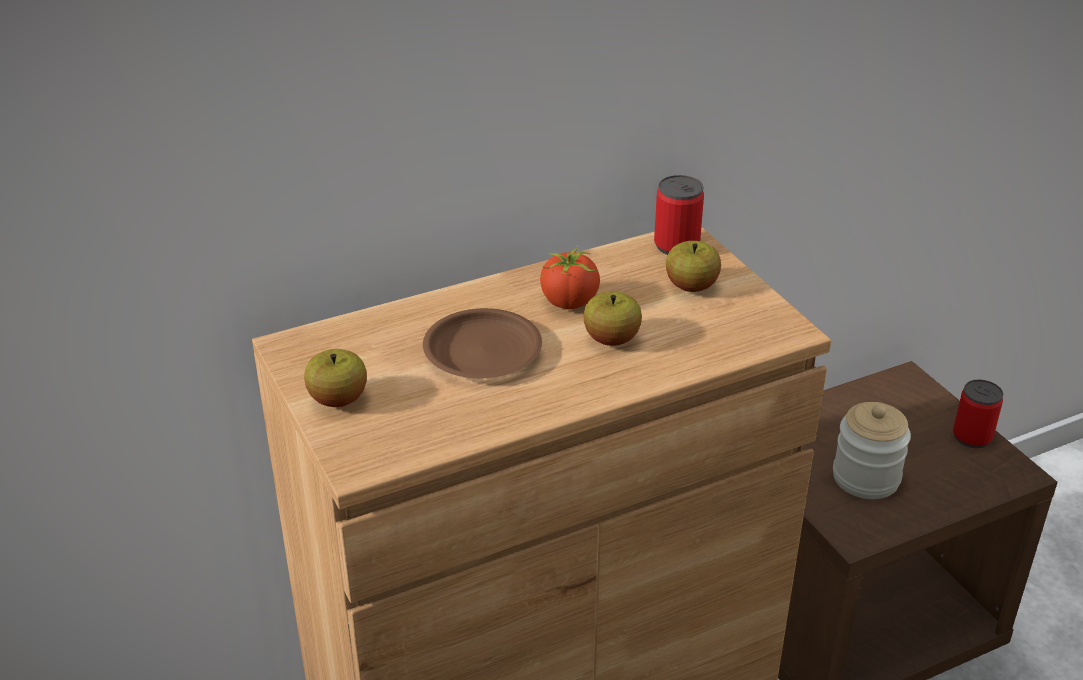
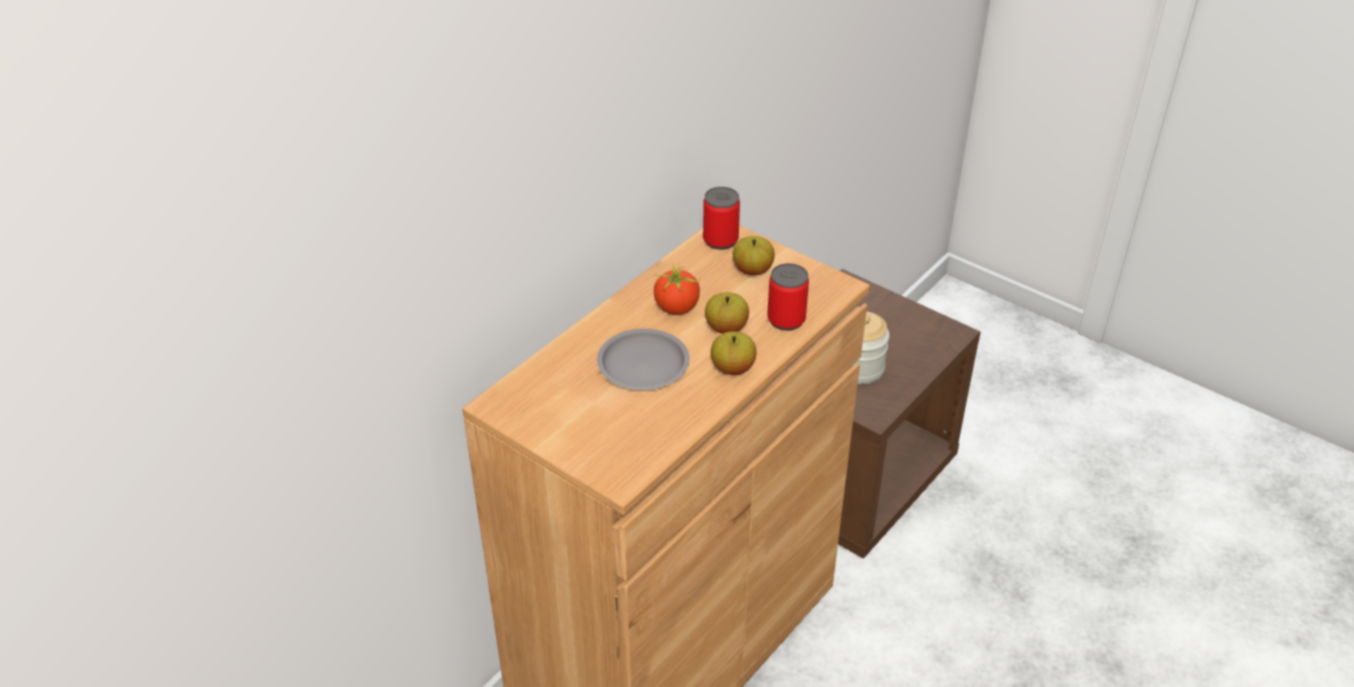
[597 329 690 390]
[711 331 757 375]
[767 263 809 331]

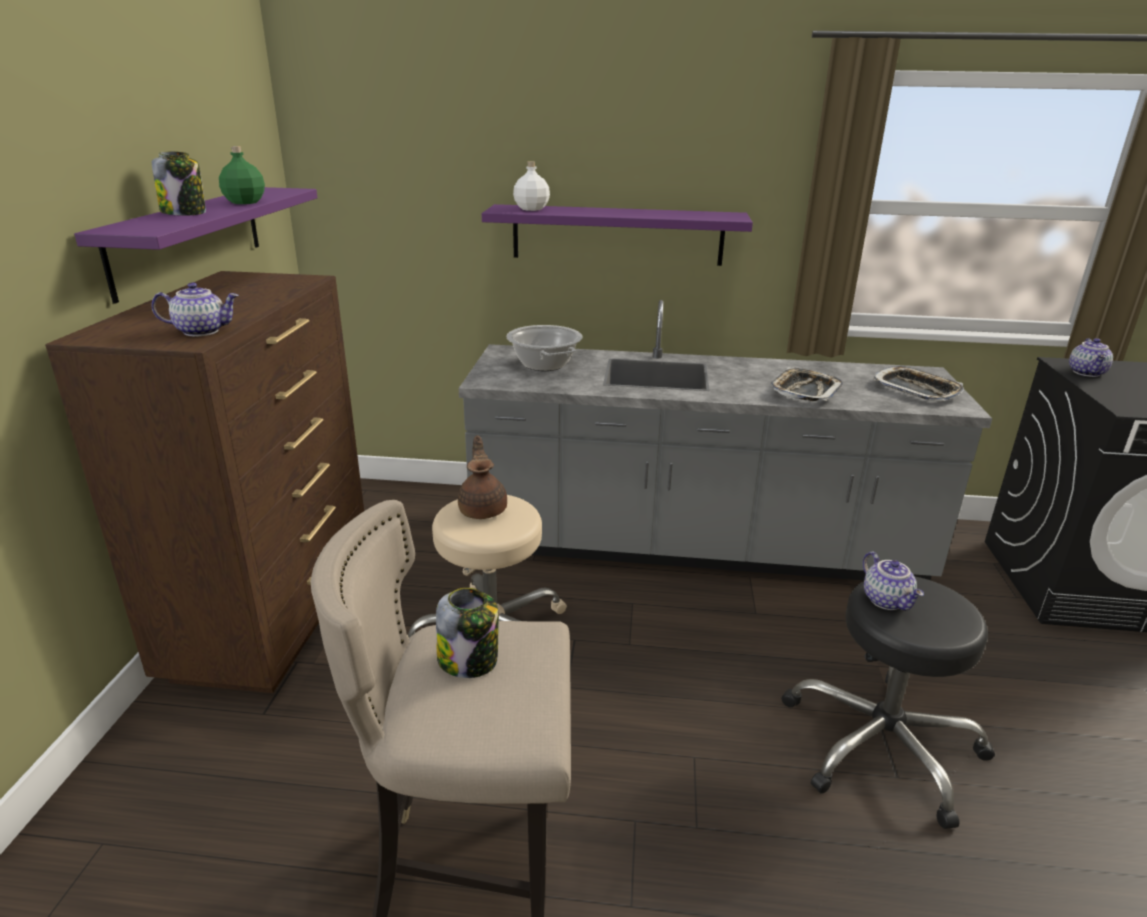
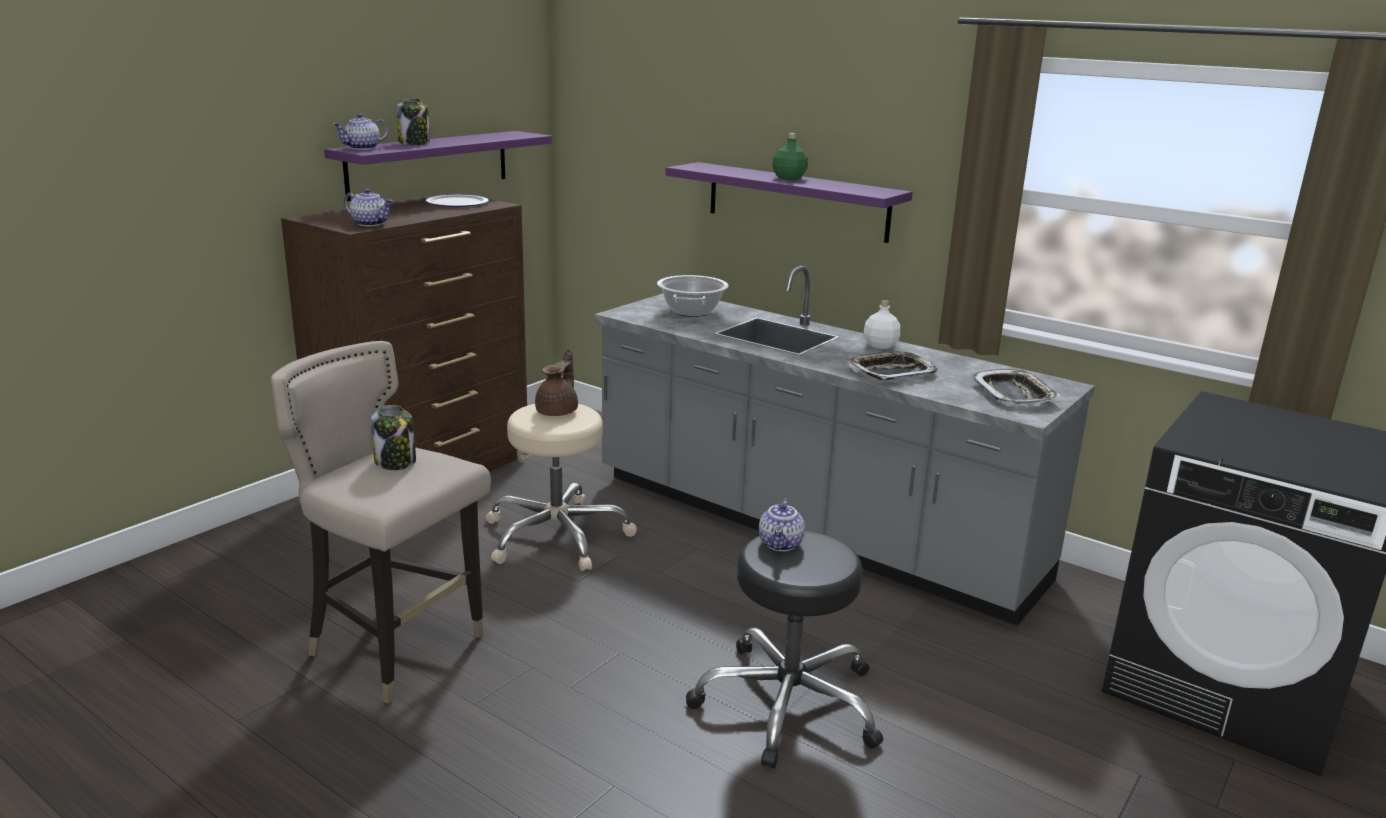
[333 114 388 150]
[426 195 489 207]
[772 133 808 180]
[864 300 900 349]

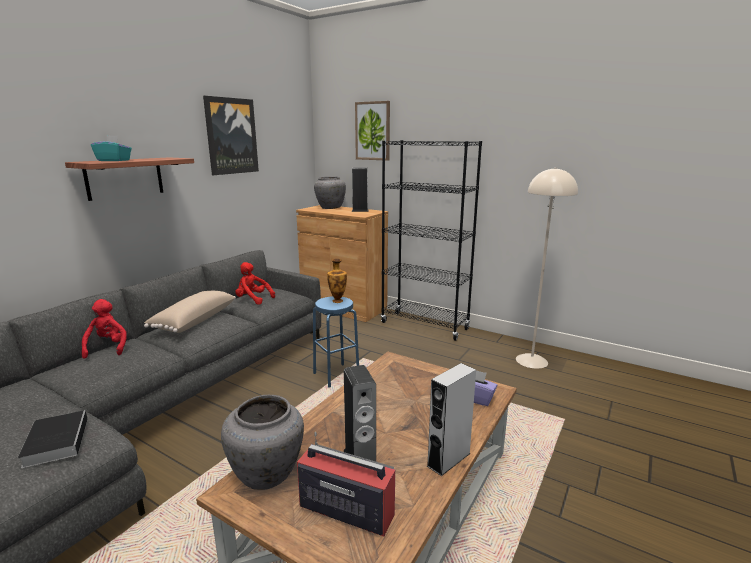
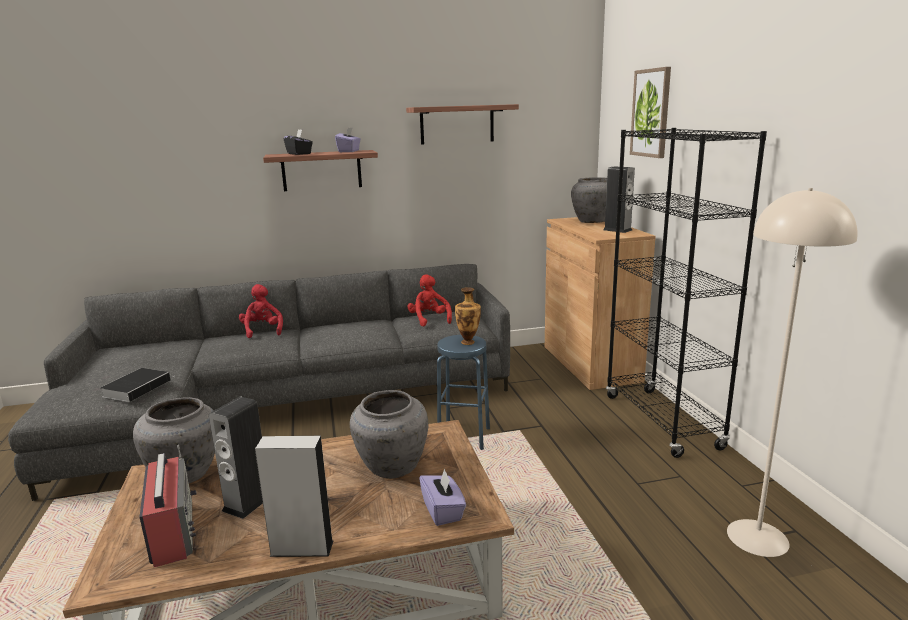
[239 284 283 338]
[284 130 313 155]
[335 127 361 152]
[350 390 428 479]
[406 104 519 145]
[144 291 236 333] (first image)

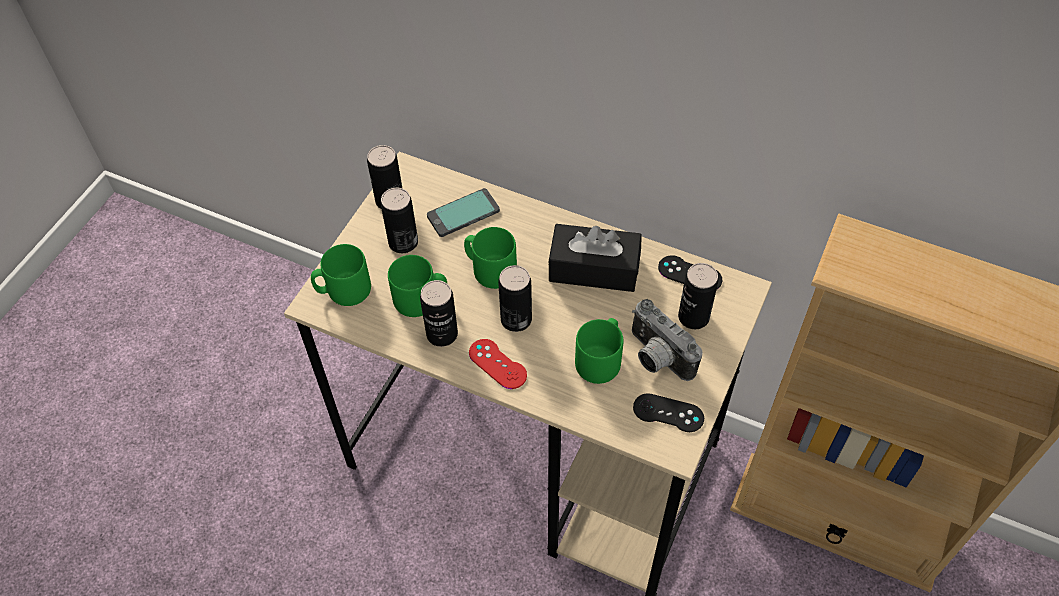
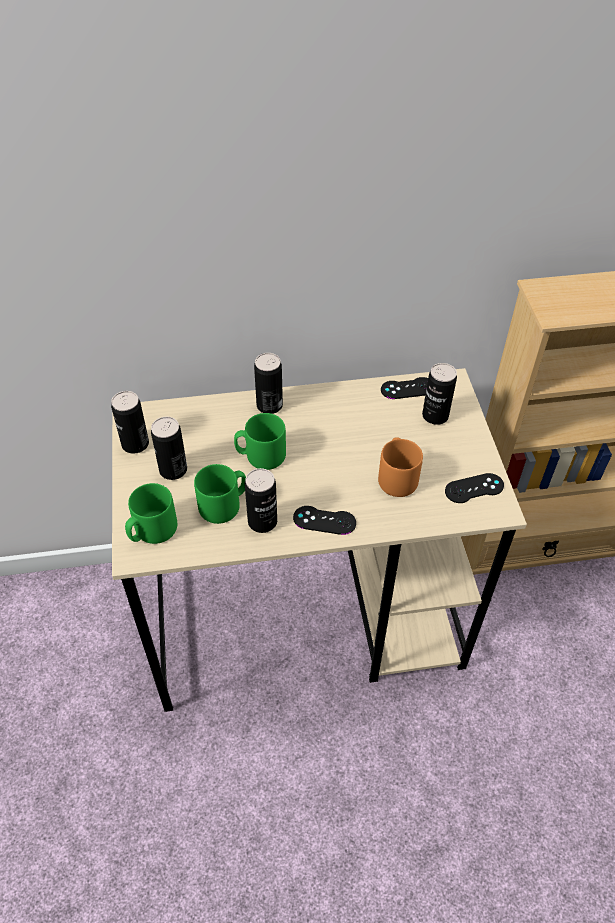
[254 353 283 414]
[293 506 356 535]
[378 437 423 497]
[427 188 500 237] (first image)
[548 224 642 292] (first image)
[632 299 702 381] (first image)

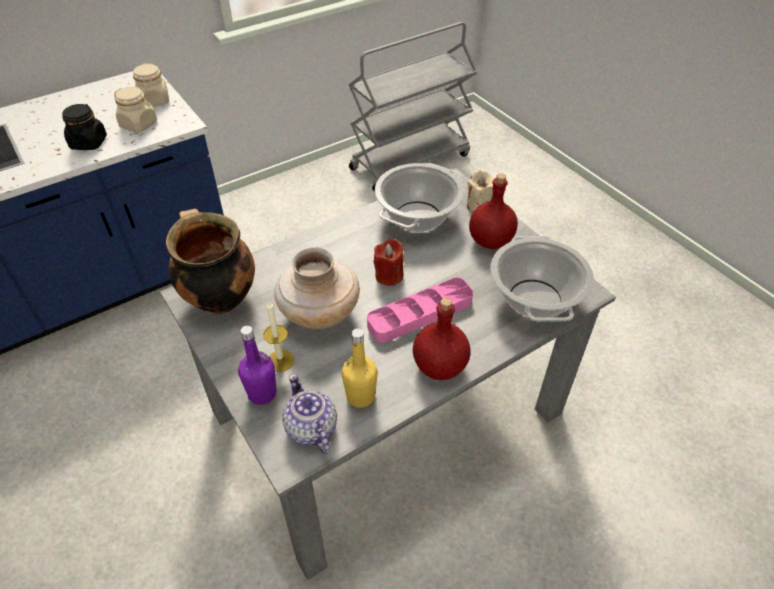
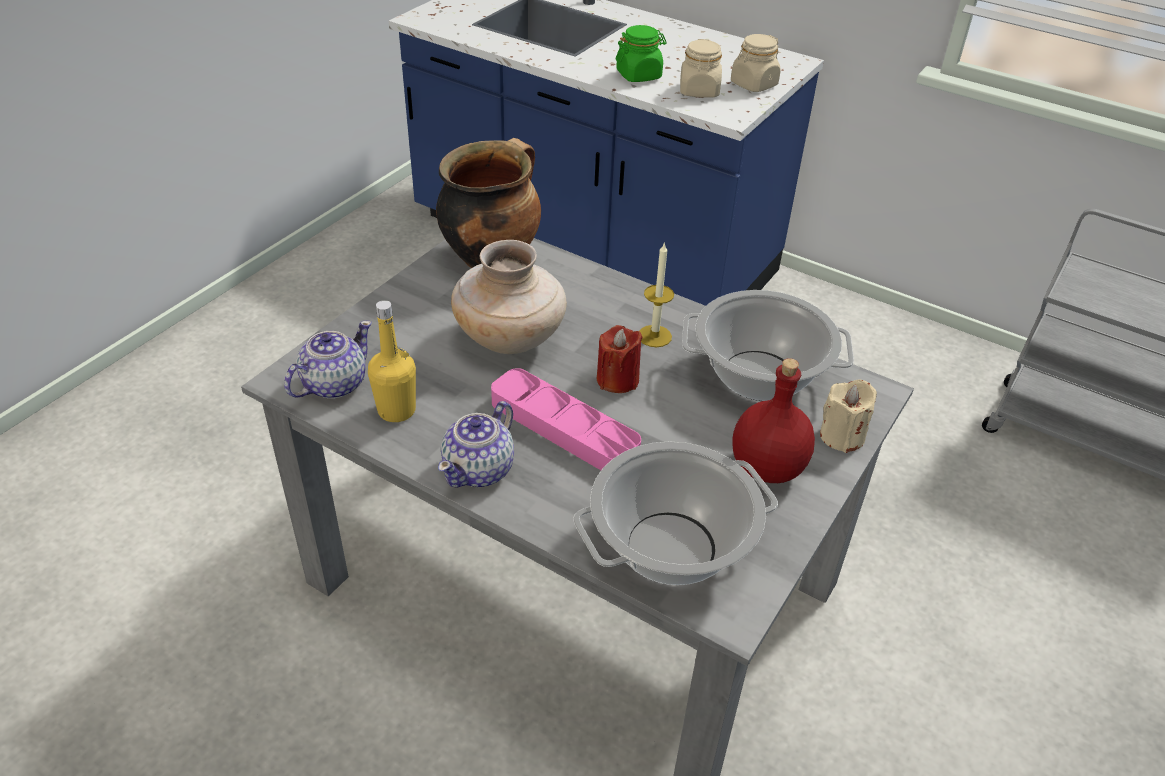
[438 401 514 488]
[616 25 667 82]
[639 242 674 347]
[238 325 276 405] (first image)

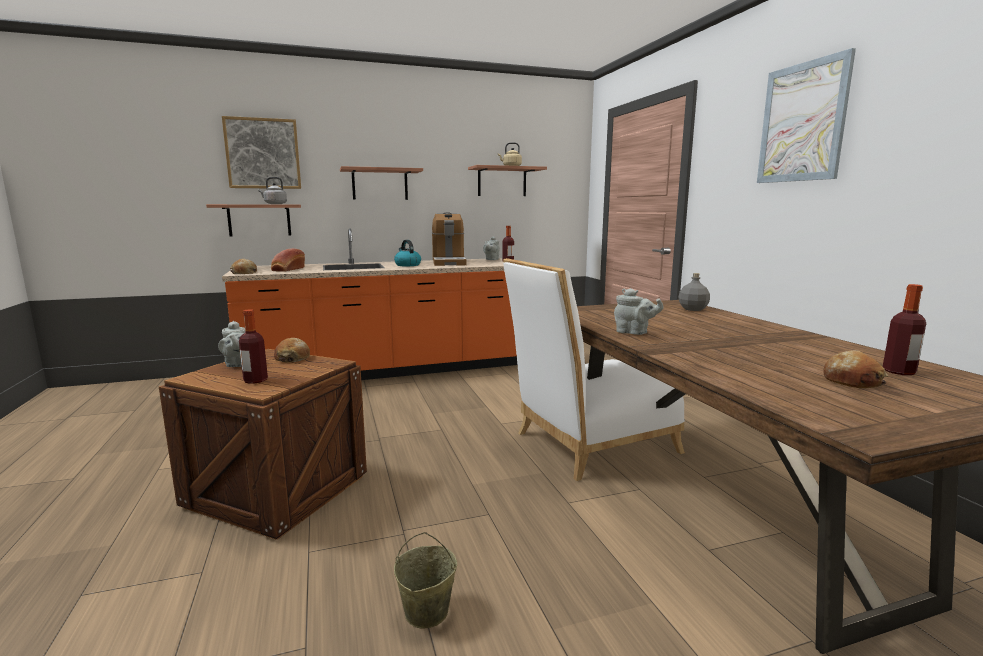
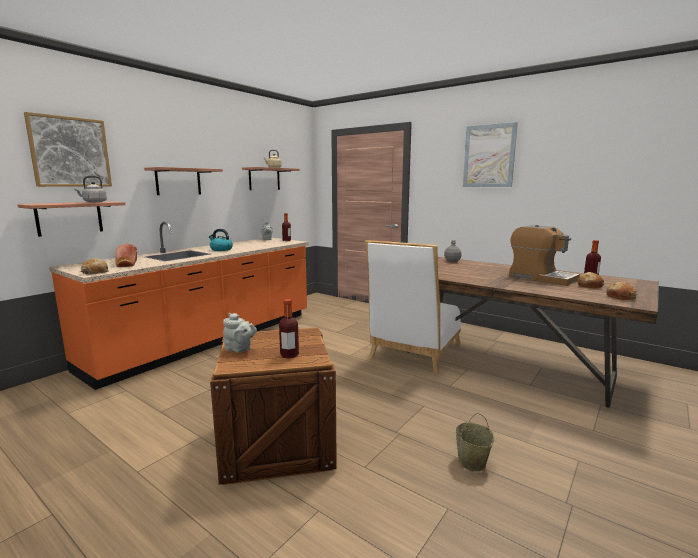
[509 225 580 286]
[606 282 638 300]
[614 288 664 335] (first image)

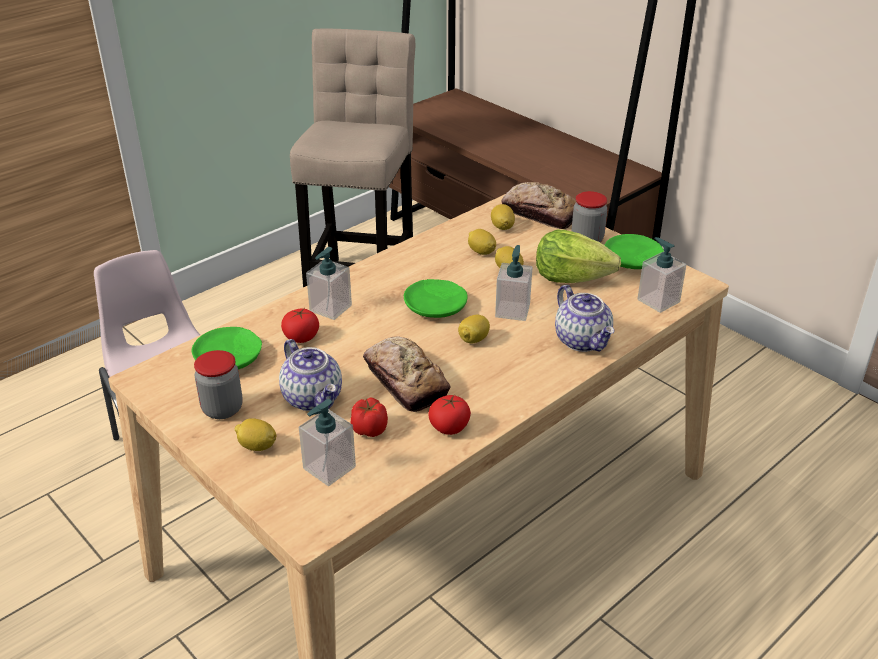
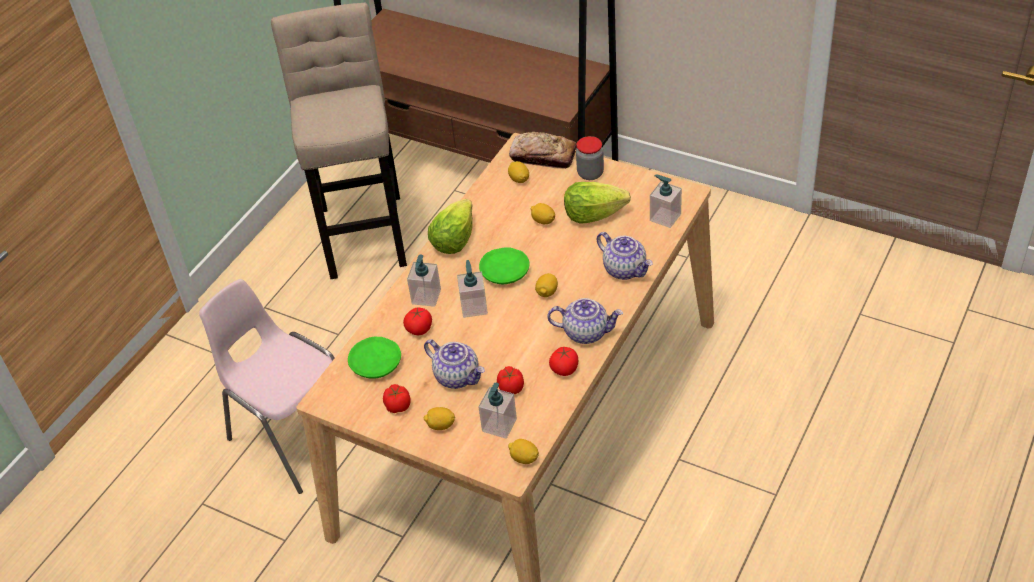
[383 384 411 413]
[428 199 473 254]
[457 260 488 318]
[508 439 539 464]
[547 298 623 344]
[363 336 451 412] (first image)
[605 234 664 269] (first image)

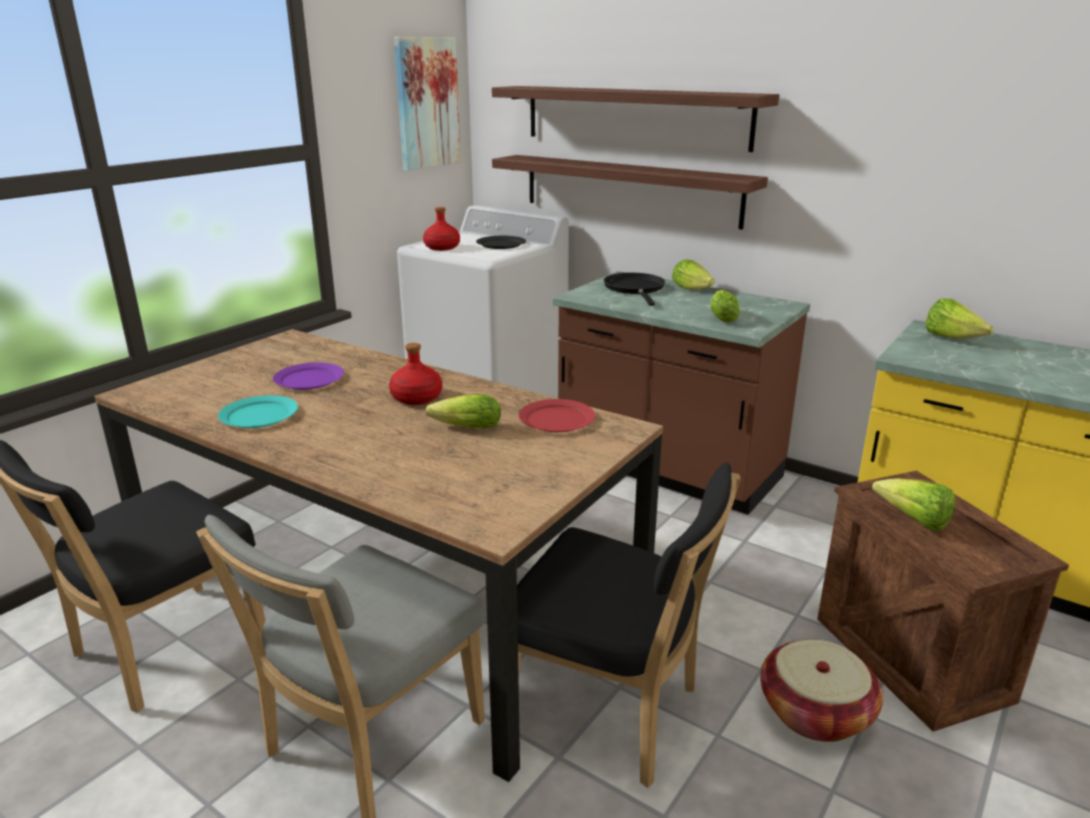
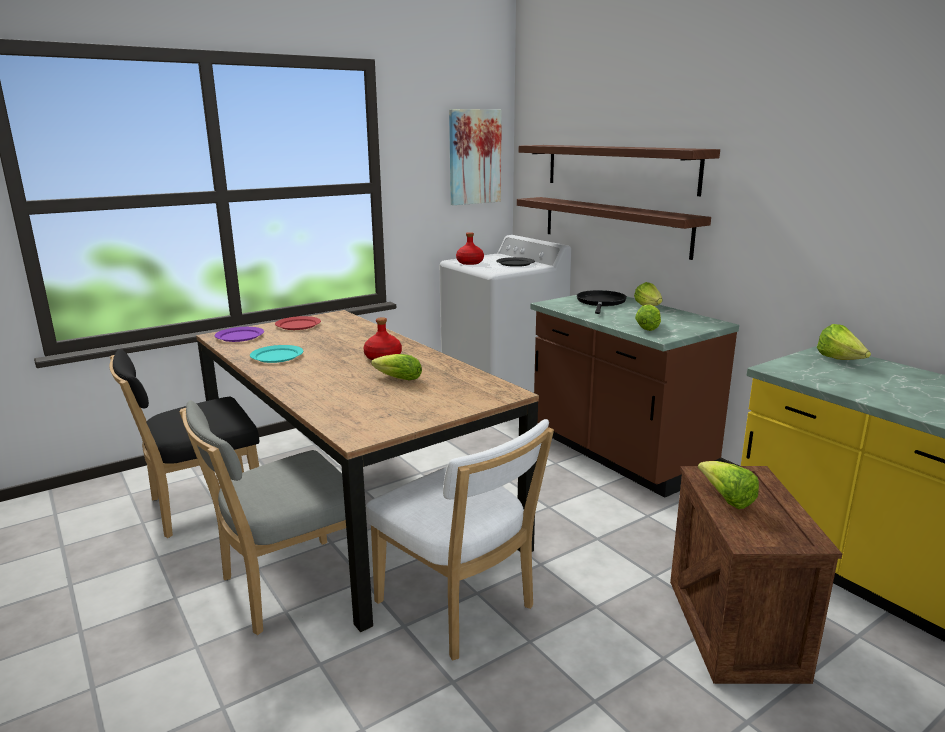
[215 327 264 342]
[275 316 321 330]
[366 419 554 661]
[760 640 883 742] (first image)

